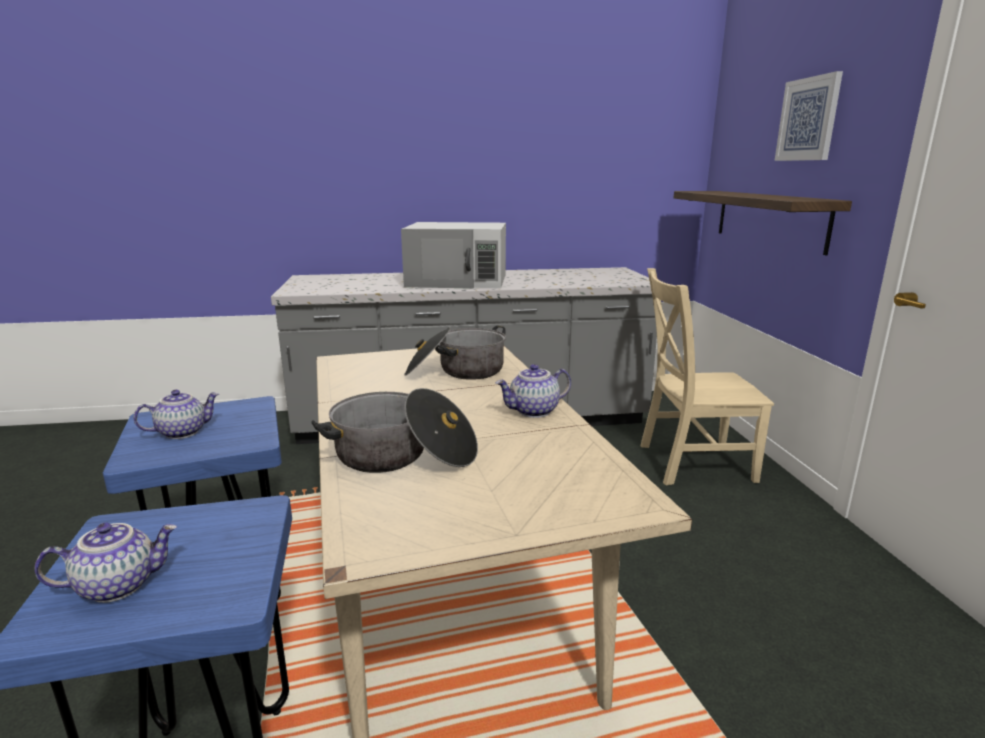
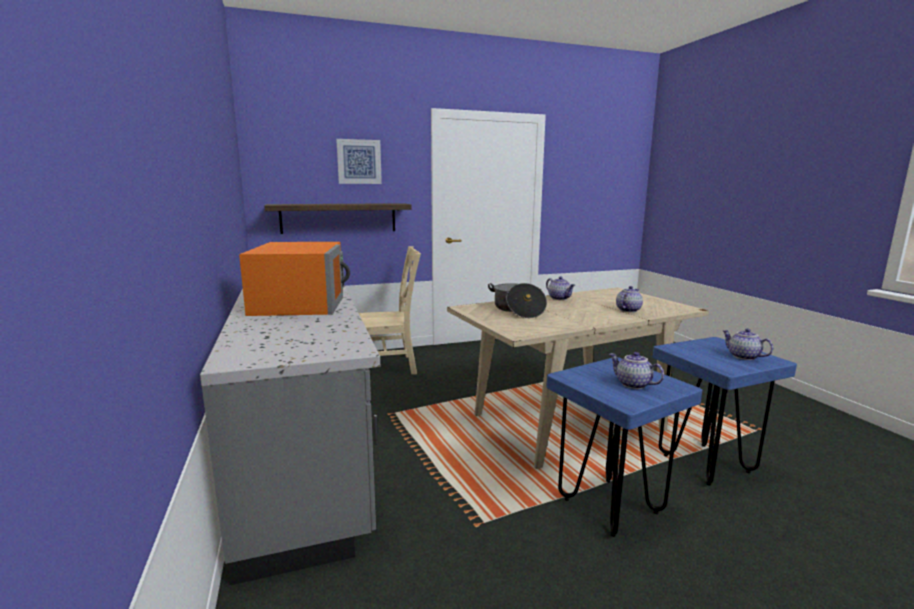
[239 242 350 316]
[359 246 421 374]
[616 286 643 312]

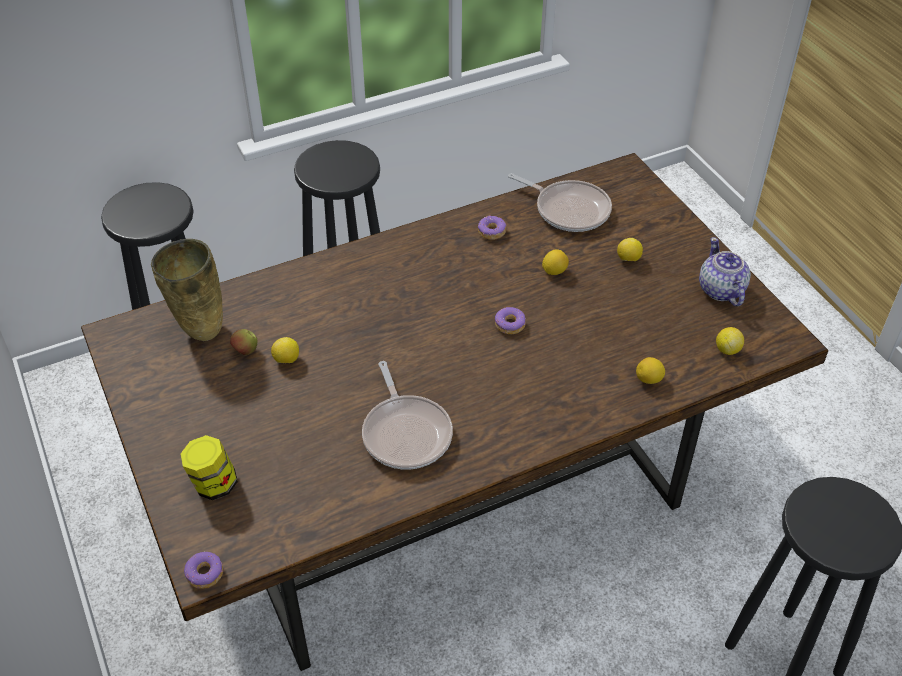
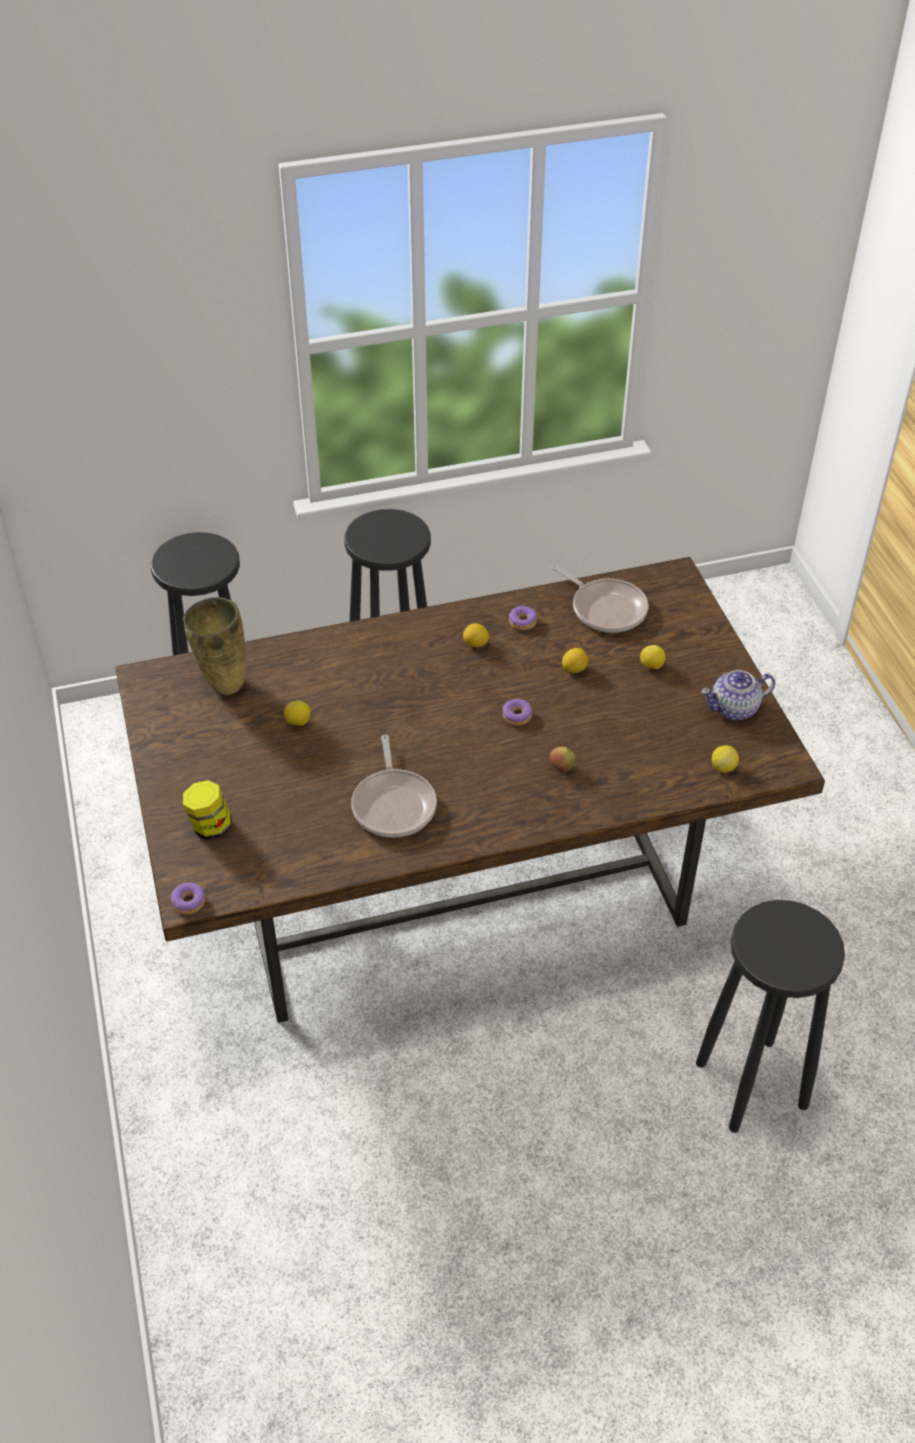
[463 623 489 647]
[549 747 576 773]
[701 670 775 720]

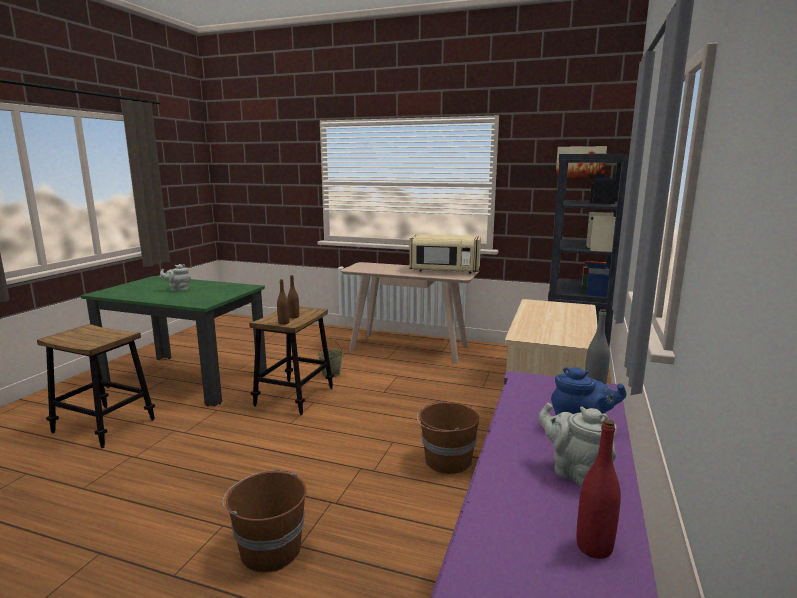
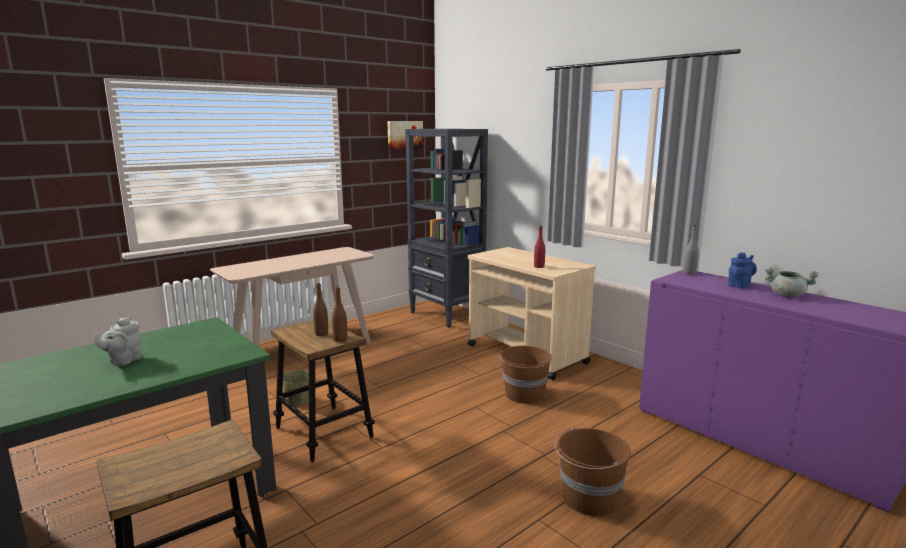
[534 226 545 268]
[765 268 820 297]
[409 234 481 274] (first image)

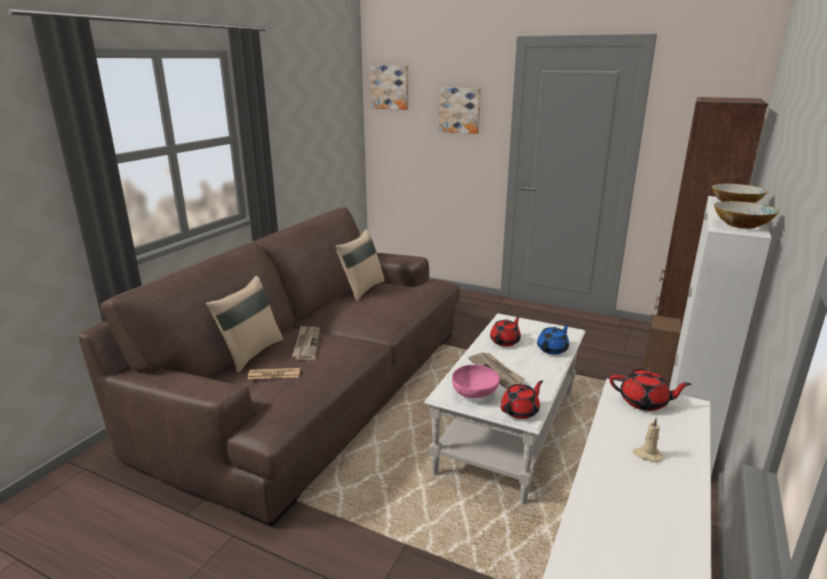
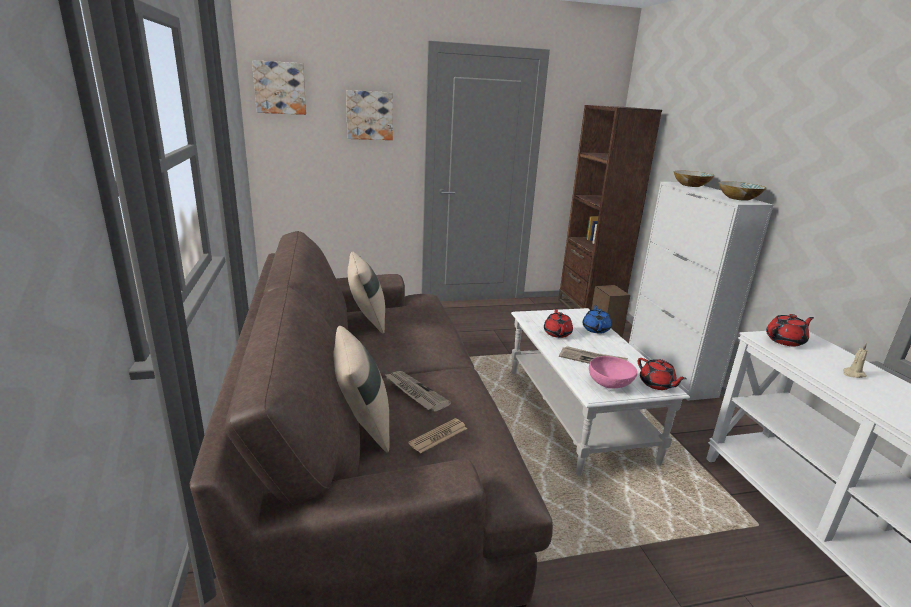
[638 358 687 390]

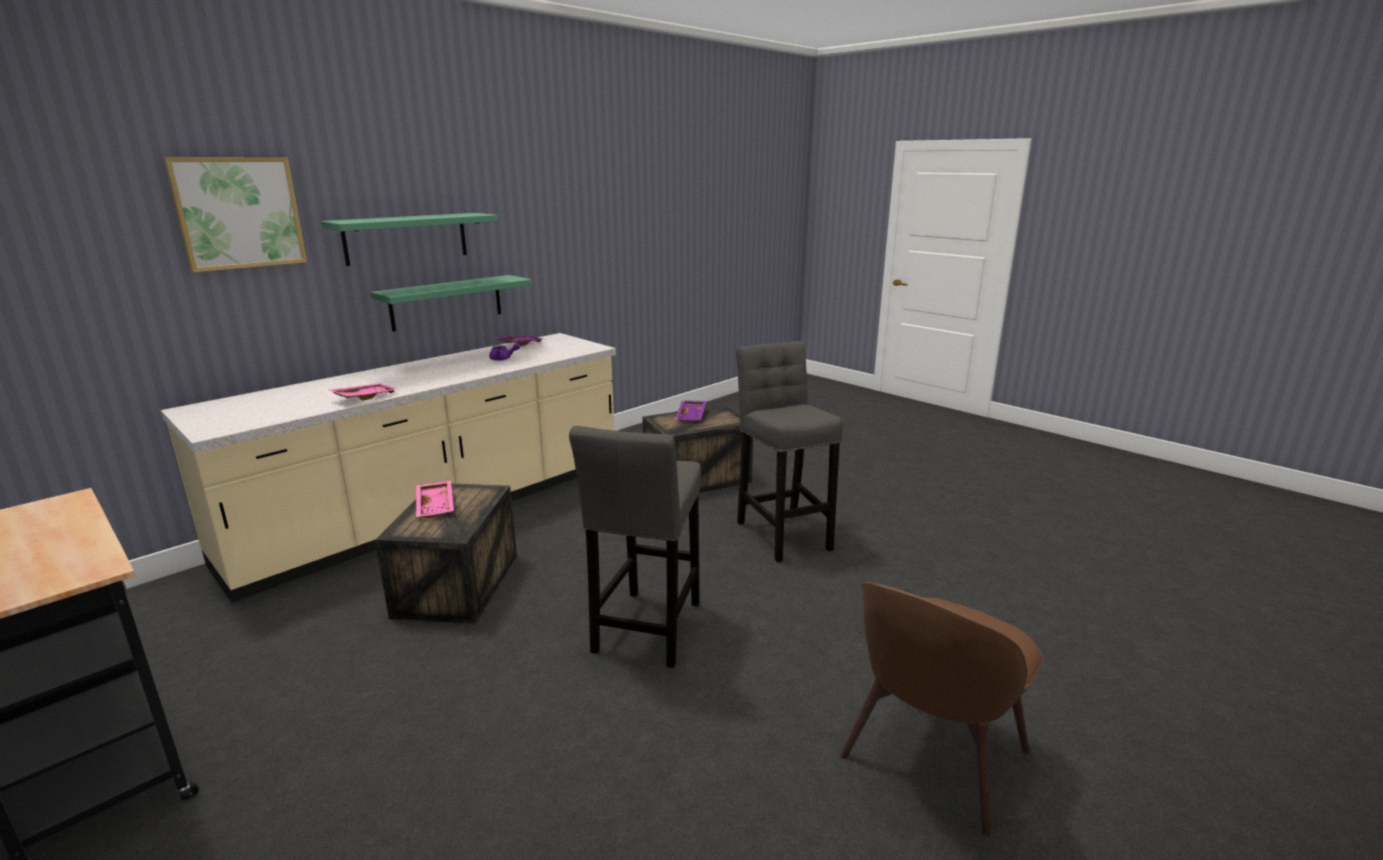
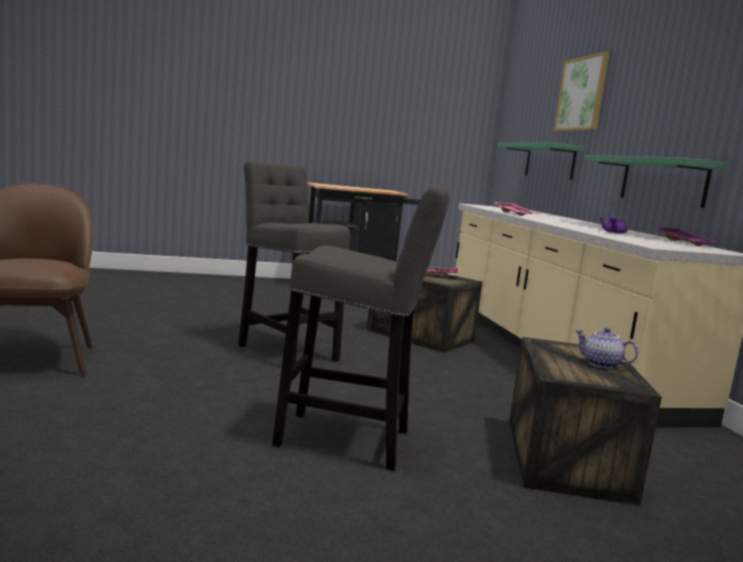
[497 142 584 180]
[575 328 638 369]

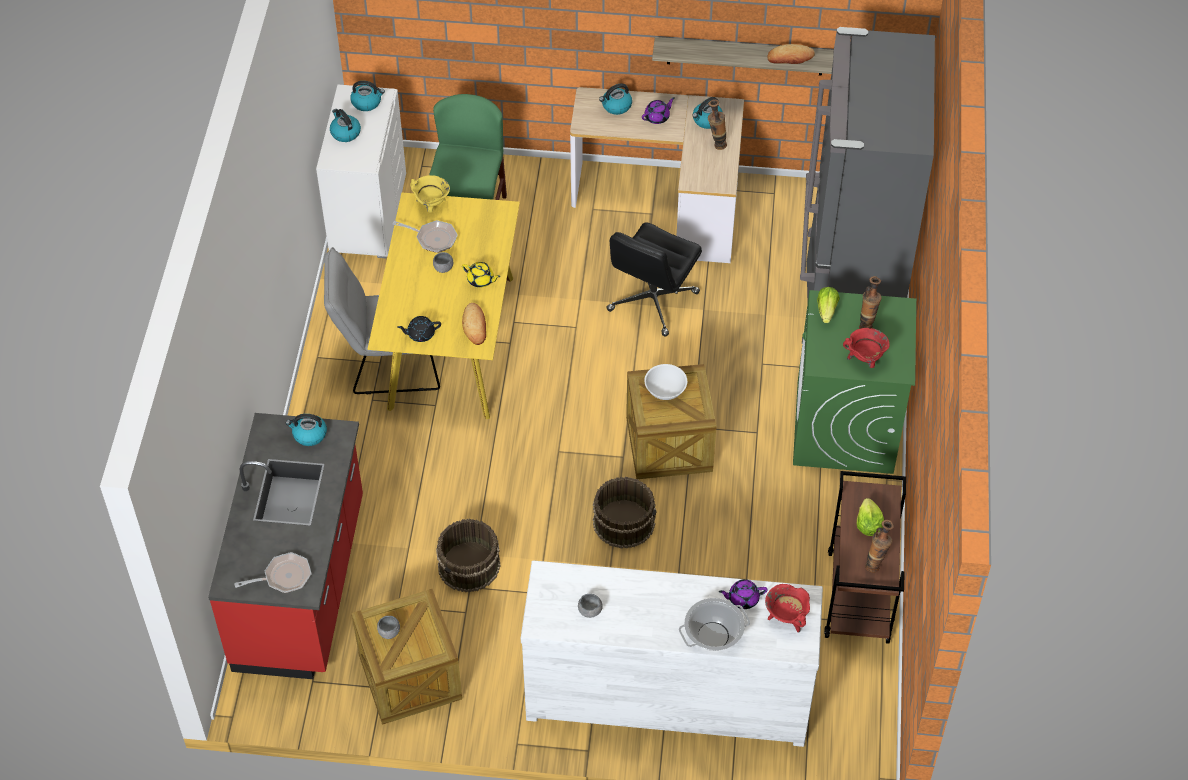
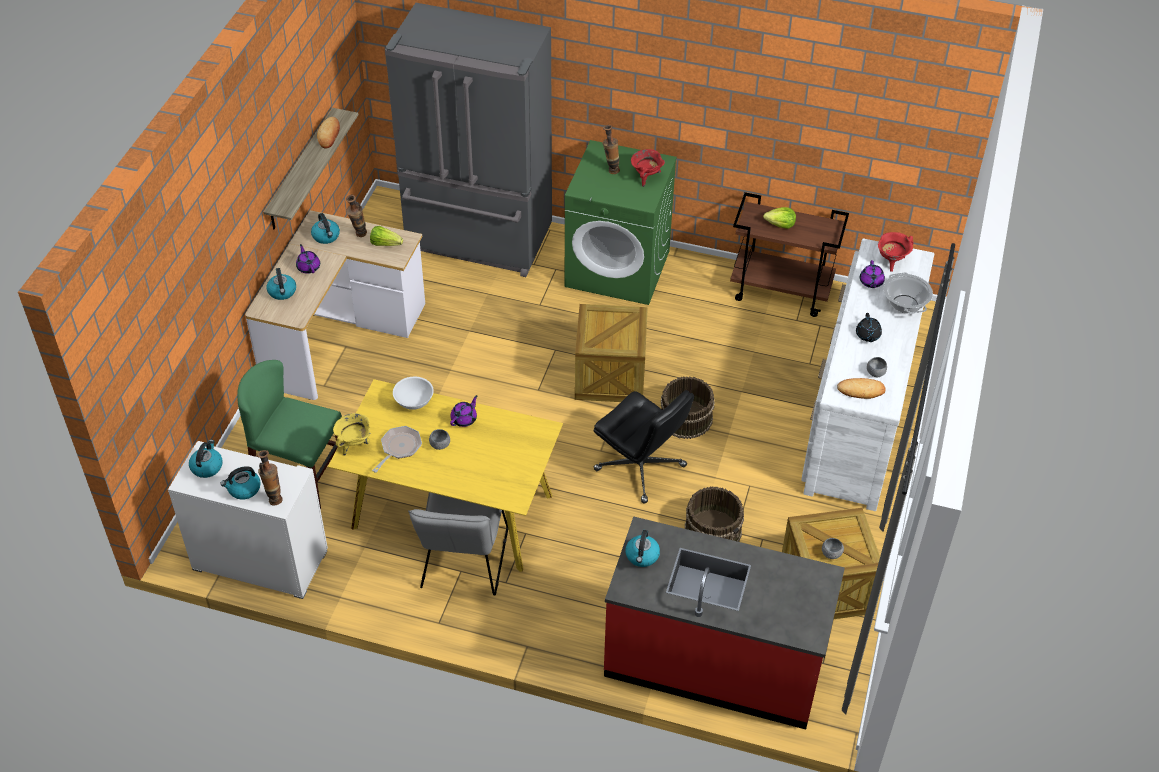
[257 450 283 505]
[370 226 403 246]
[393 377 434 410]
[450 395 477 427]
[594 390 694 504]
[837 378 886 399]
[856 313 882 342]
[234 552 312 593] (first image)

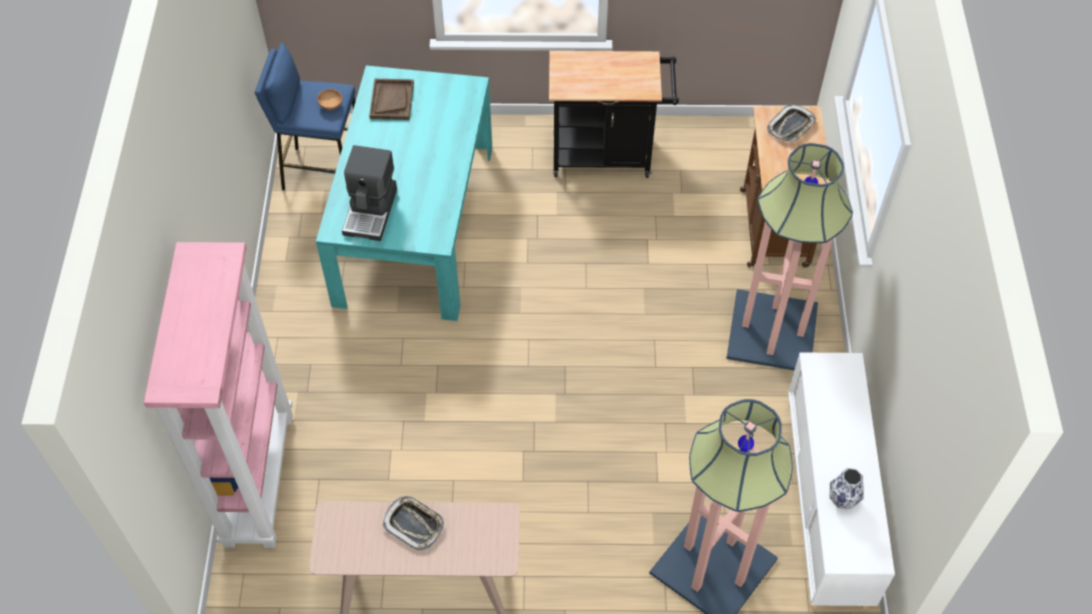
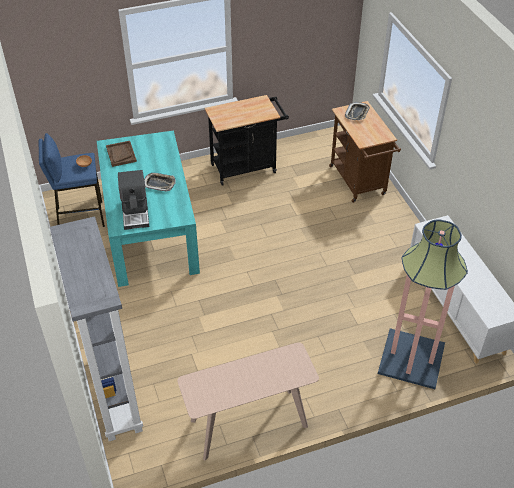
[50 216 143 441]
[144 173 176 192]
[726 143 853 370] (first image)
[830 468 863 509] (first image)

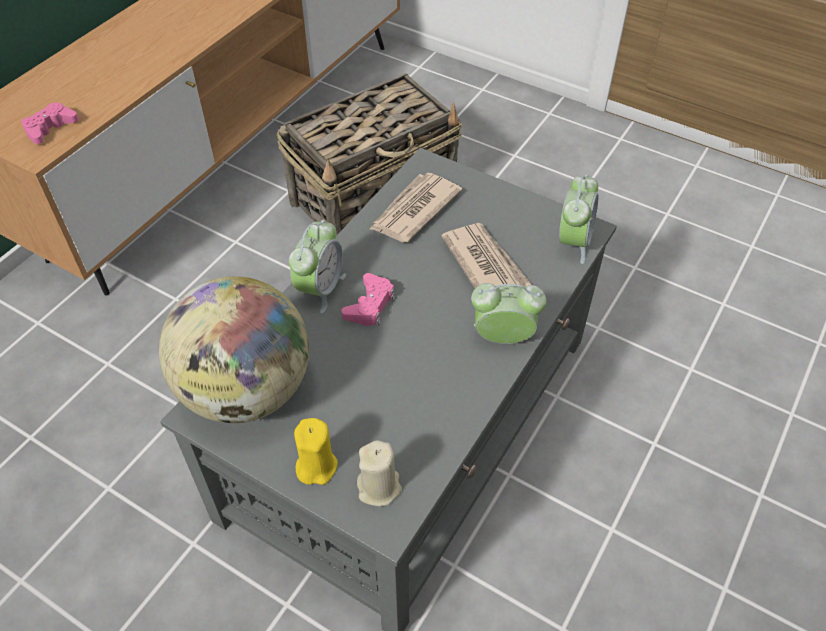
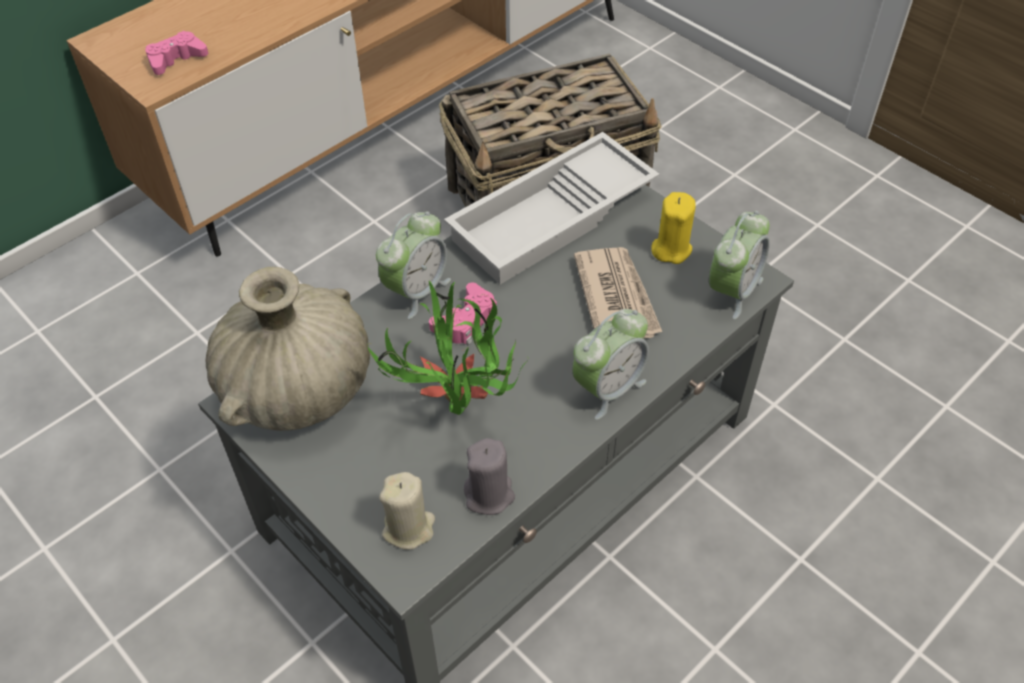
[206 267 370 431]
[367 280 529 415]
[444 132 660 284]
[464 438 515 515]
[572 309 649 420]
[651 192 696 264]

